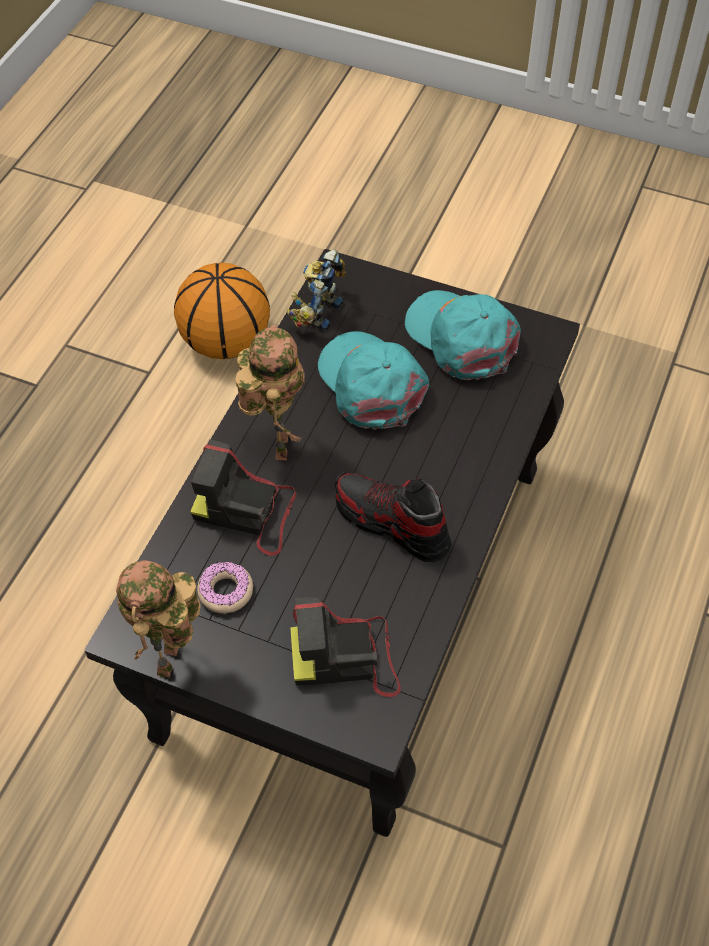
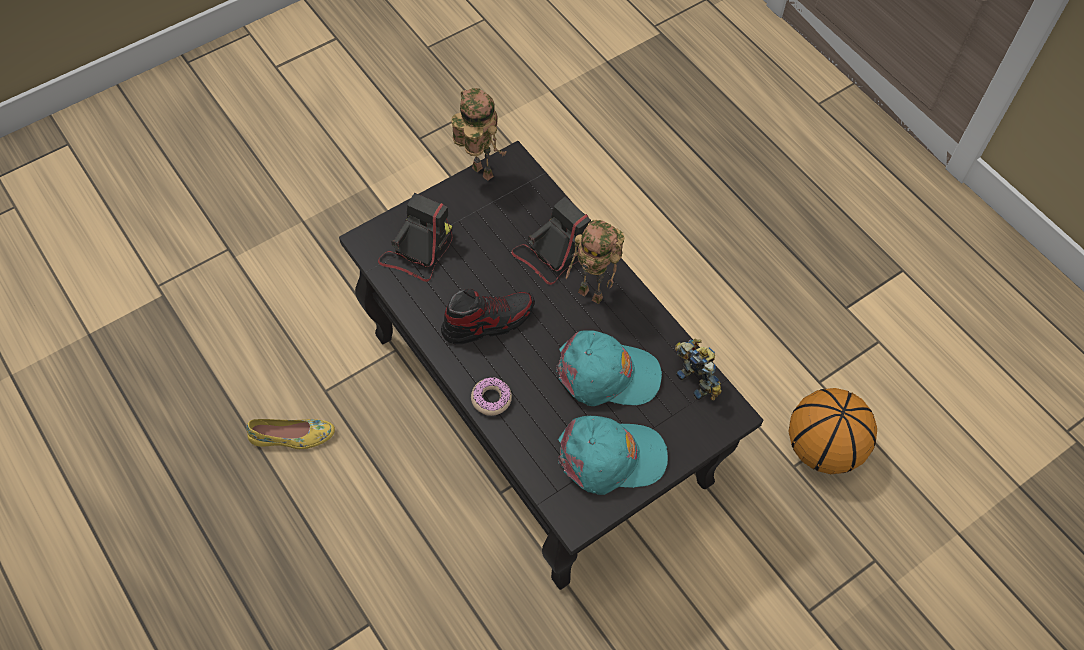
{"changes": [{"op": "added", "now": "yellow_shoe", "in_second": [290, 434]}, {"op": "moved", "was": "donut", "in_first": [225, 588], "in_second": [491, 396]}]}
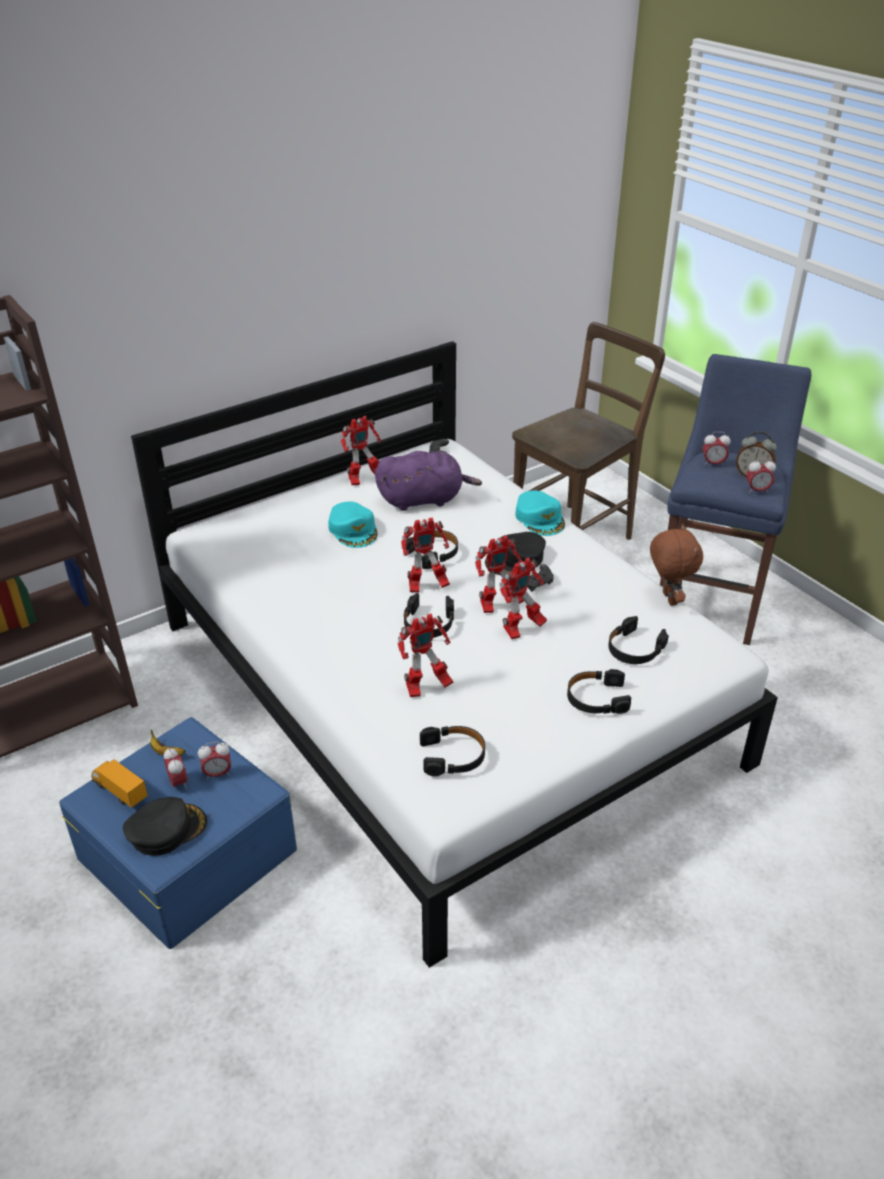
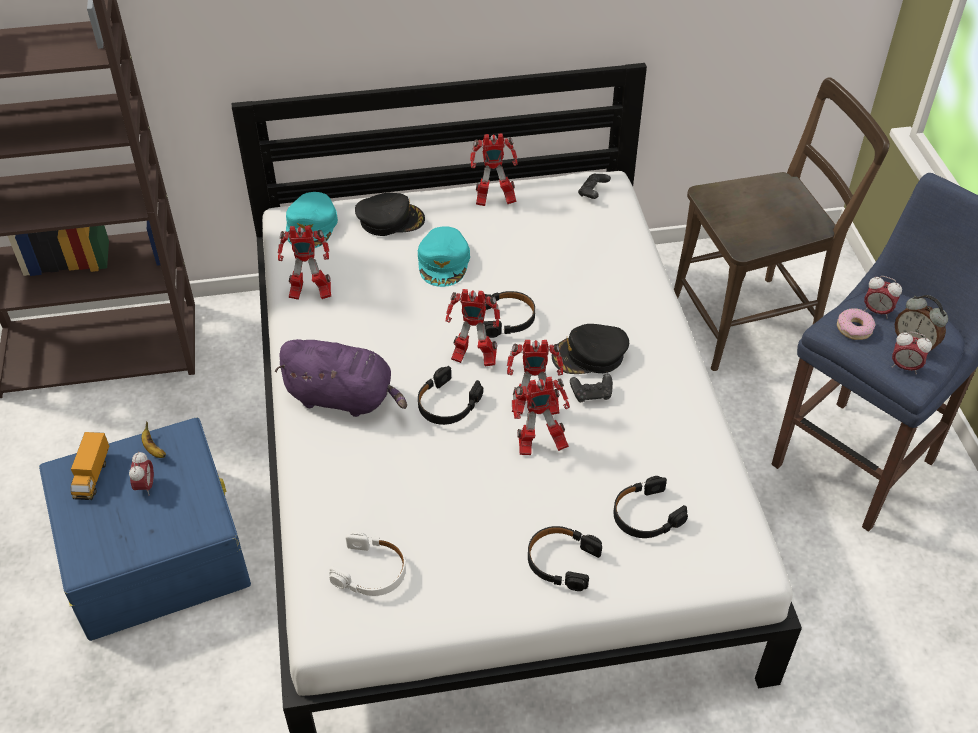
{"changes": [{"op": "turned", "was": "toy_truck", "in_first": [120, 783], "in_second": [90, 466], "clockwise": -150}, {"op": "moved", "was": "purple_plush_toy", "in_first": [428, 481], "in_second": [341, 378]}, {"op": "moved", "was": "toy_robot", "in_first": [425, 655], "in_second": [304, 263]}, {"op": "moved", "was": "turquoise_cap", "in_first": [540, 513], "in_second": [312, 220]}, {"op": "recoloured", "was": "black_headphones", "now": "white_headphones", "in_first": [452, 751], "in_second": [367, 563]}, {"op": "moved", "was": "black_cap", "in_first": [165, 826], "in_second": [390, 214]}, {"op": "added", "now": "donut", "in_second": [856, 324]}, {"op": "removed", "was": "alarm_clock", "in_first": [214, 761]}, {"op": "removed", "was": "brown_plush_toy", "in_first": [676, 565]}]}
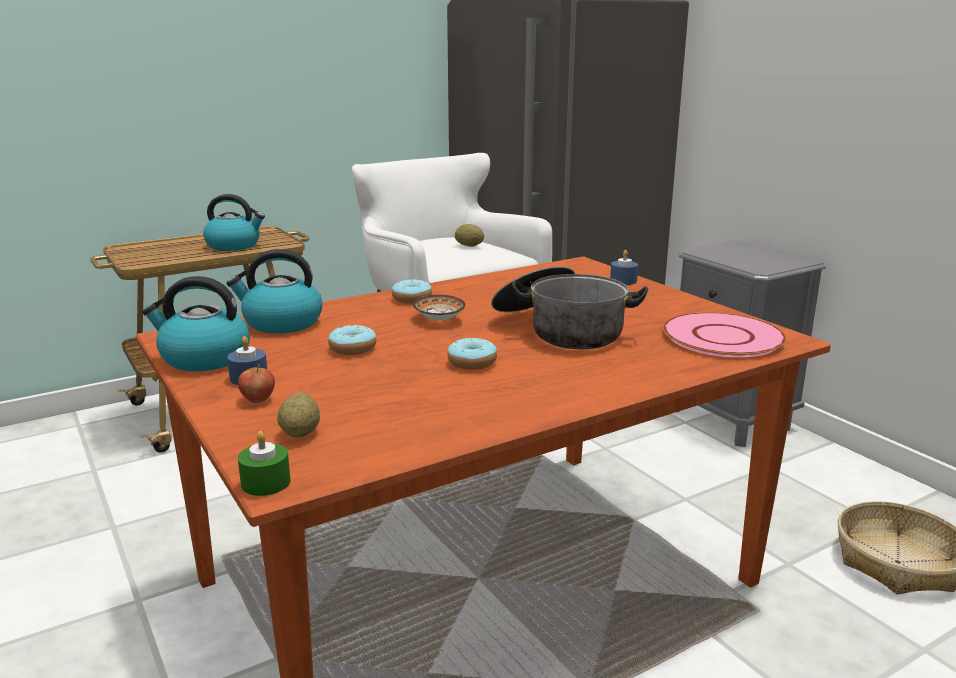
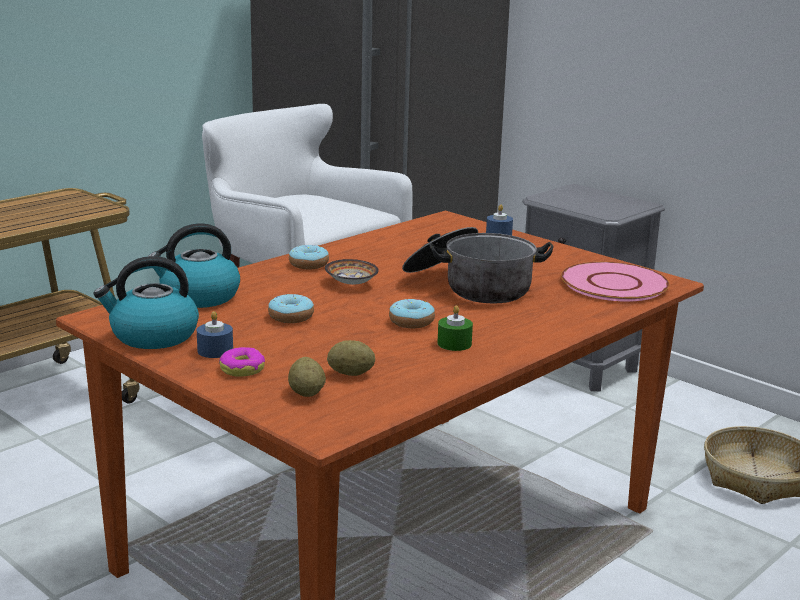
{"changes": [{"op": "replaced", "was": "apple", "now": "donut", "in_first": [256, 383], "in_second": [242, 362]}, {"op": "moved", "was": "potato", "in_first": [469, 235], "in_second": [351, 358]}, {"op": "moved", "was": "green_candle", "in_first": [264, 463], "in_second": [455, 328]}, {"op": "removed", "was": "kettle", "in_first": [234, 222]}]}
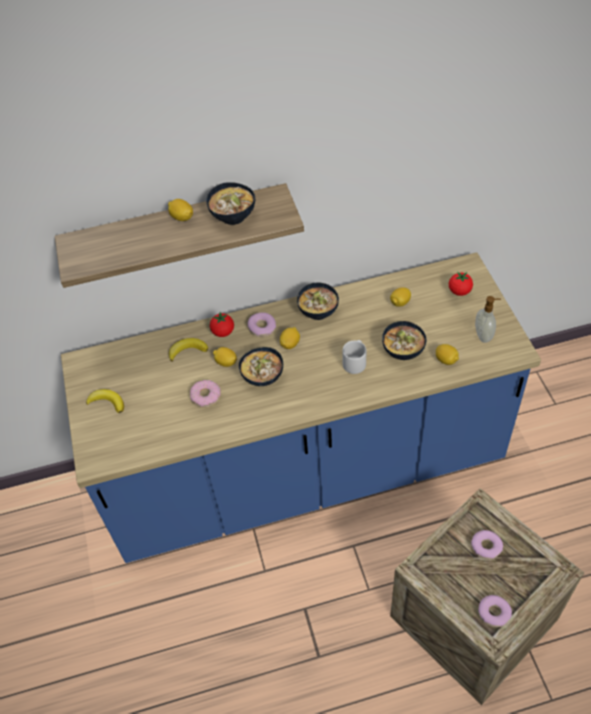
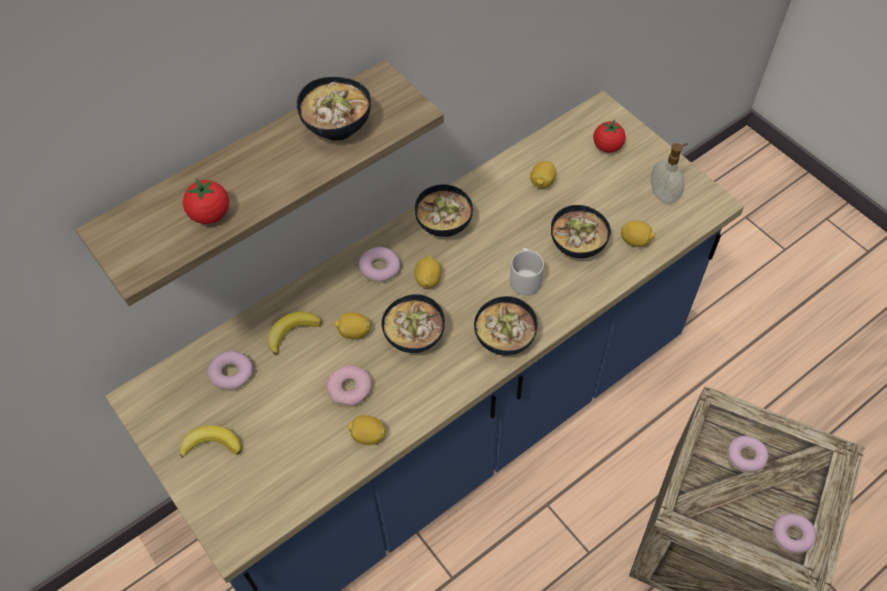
{"changes": [{"op": "moved", "was": "tomato", "in_first": [222, 324], "in_second": [206, 201]}, {"op": "added", "now": "donut", "in_second": [230, 371]}, {"op": "moved", "was": "lemon", "in_first": [180, 210], "in_second": [366, 430]}, {"op": "added", "now": "bowl", "in_second": [506, 325]}]}
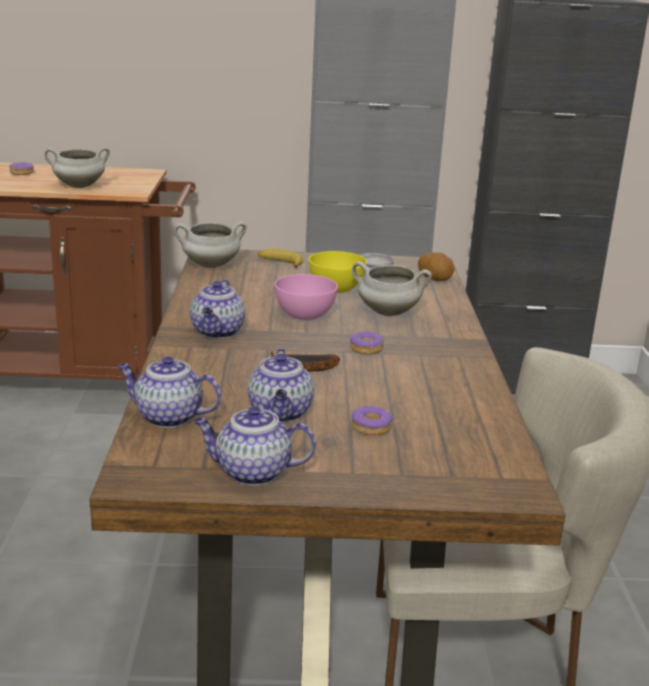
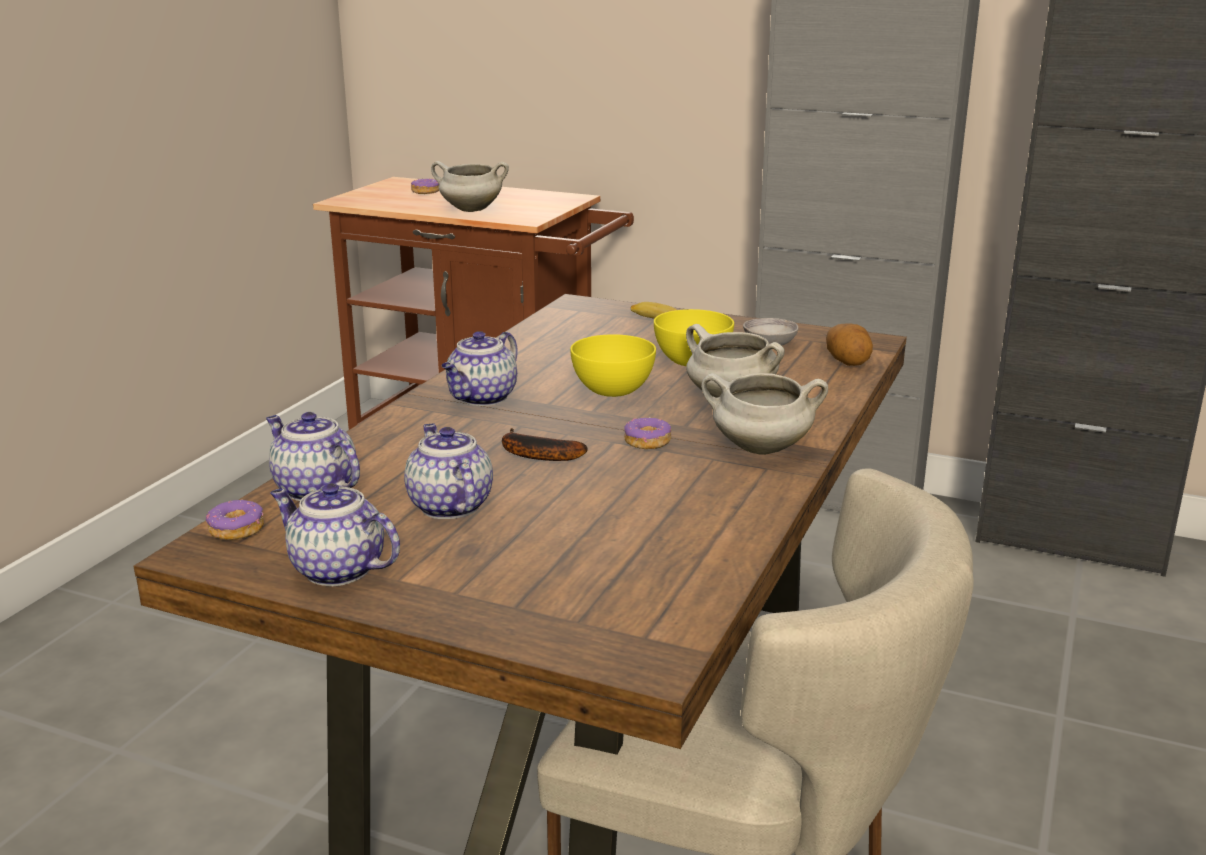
{"changes": [{"op": "moved", "was": "donut", "in_first": [372, 421], "in_second": [235, 520]}, {"op": "turned", "was": "teapot", "in_first": [281, 385], "in_second": [448, 471], "clockwise": 135}, {"op": "recoloured", "was": "pink_bowl", "now": "yellow_bowl", "in_first": [306, 297], "in_second": [613, 365]}, {"op": "moved", "was": "white_cooking_pot", "in_first": [210, 244], "in_second": [764, 414]}]}
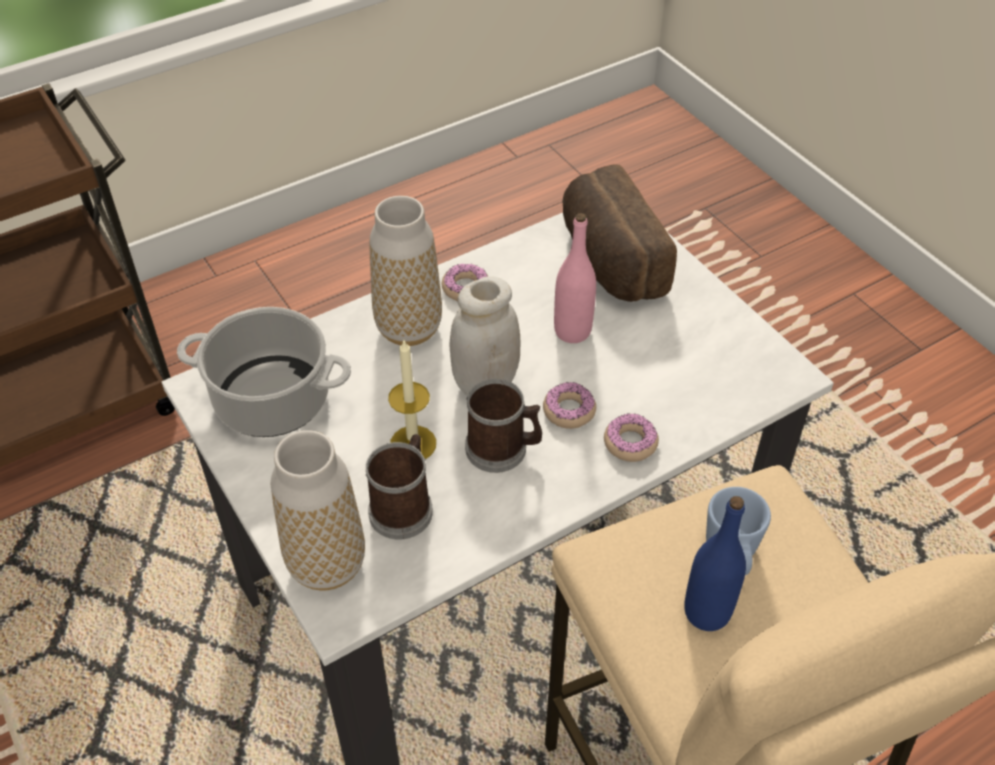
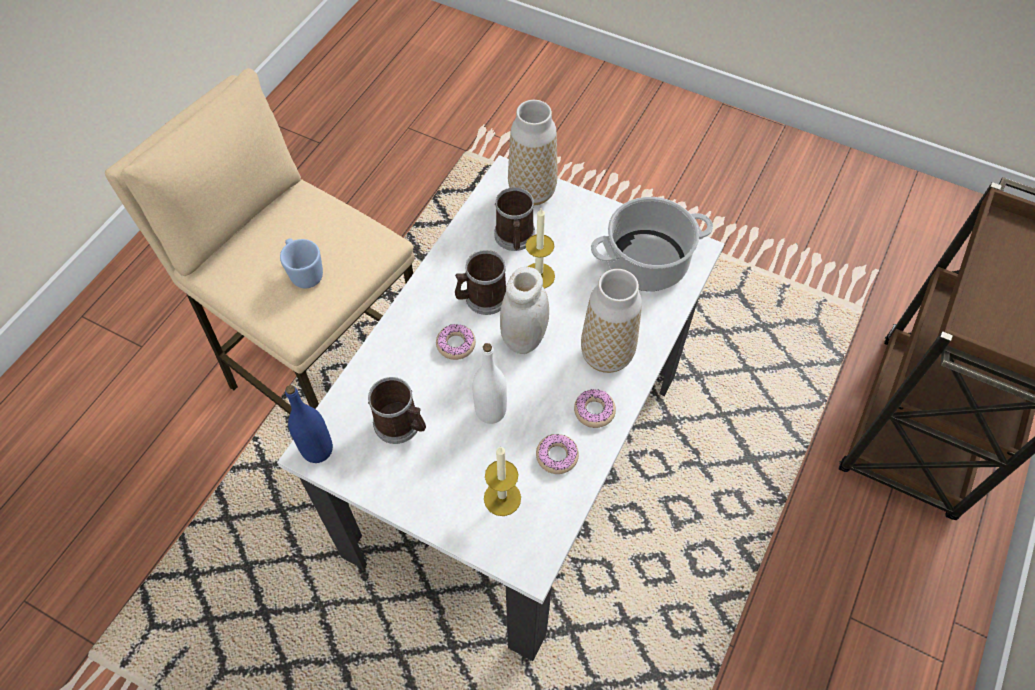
{"changes": [{"op": "moved", "was": "blue_bottle", "in_first": [715, 563], "in_second": [309, 424]}, {"op": "added", "now": "mug", "in_second": [397, 410]}, {"op": "recoloured", "was": "pink_bottle", "now": "white_bottle", "in_first": [575, 278], "in_second": [489, 383]}, {"op": "replaced", "was": "bread", "now": "candle", "in_first": [619, 233], "in_second": [502, 481]}, {"op": "moved", "was": "donut", "in_first": [631, 437], "in_second": [557, 454]}]}
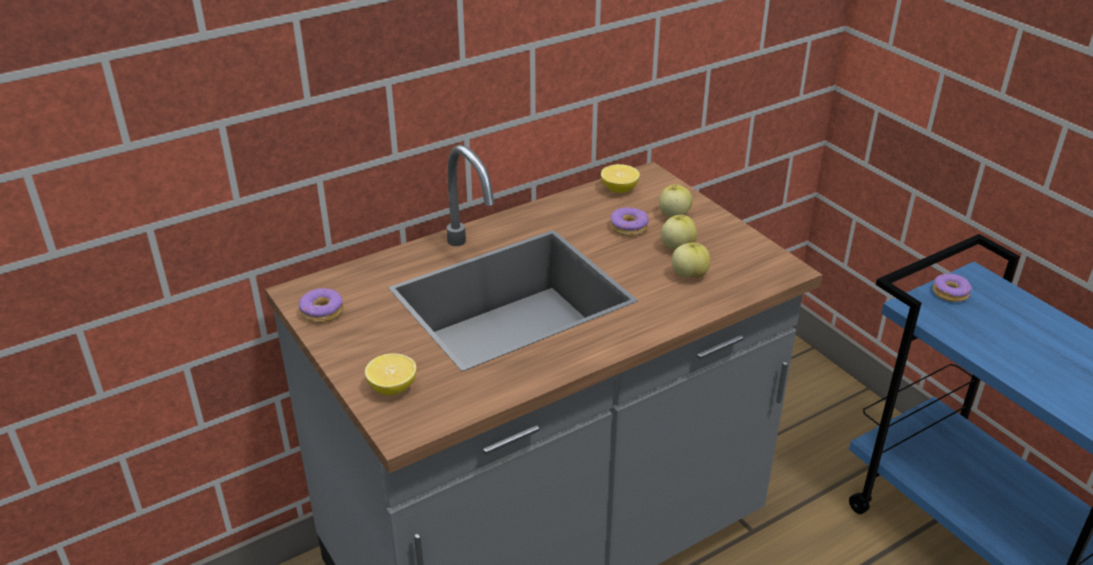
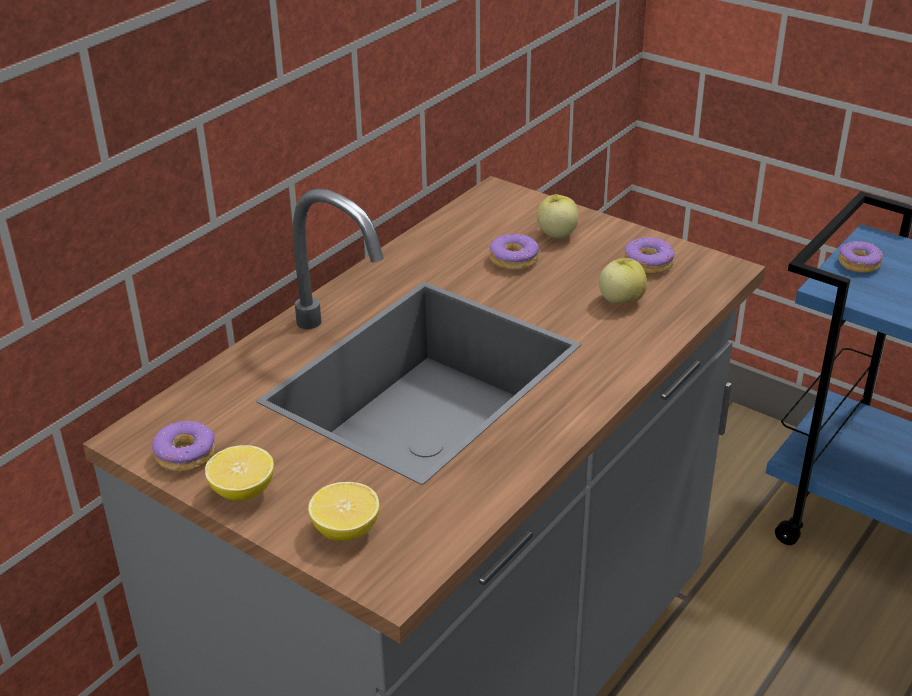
{"changes": [{"op": "moved", "was": "lemon", "in_first": [620, 178], "in_second": [239, 473]}, {"op": "added", "now": "donut", "in_second": [649, 255]}, {"op": "removed", "was": "apple", "in_first": [679, 232]}]}
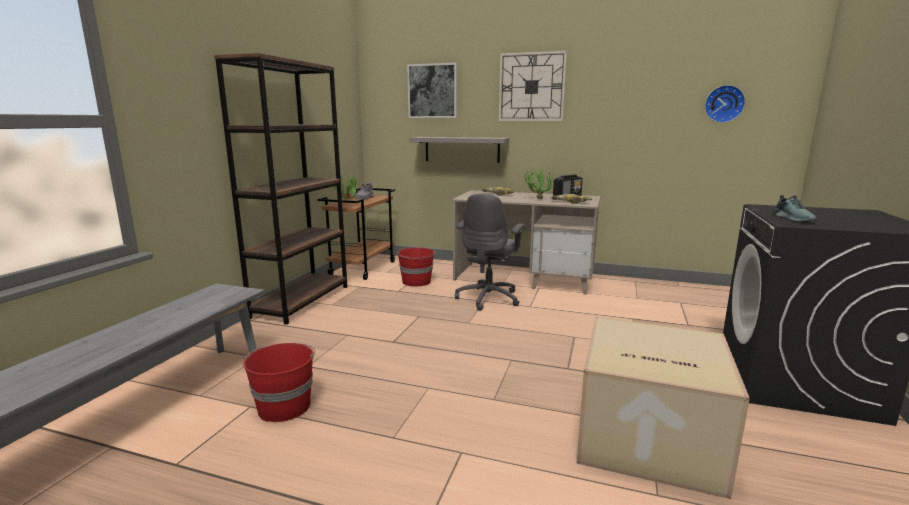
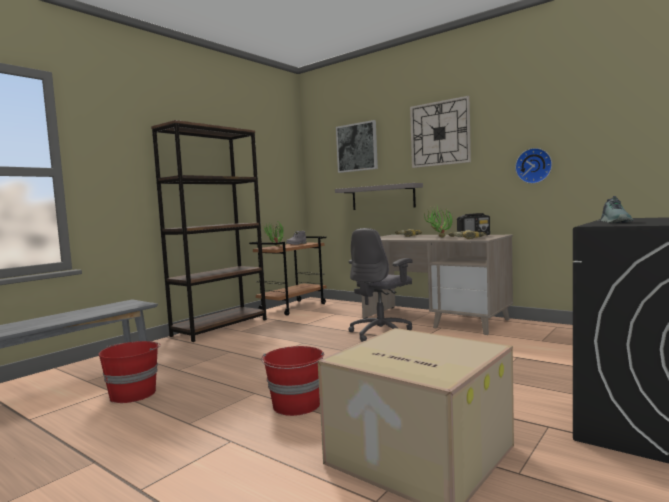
{"changes": [{"op": "moved", "was": "red_bucket", "in_first": [416, 267], "in_second": [292, 381]}, {"op": "moved", "was": "wall_clock", "in_first": [725, 104], "in_second": [533, 166]}]}
